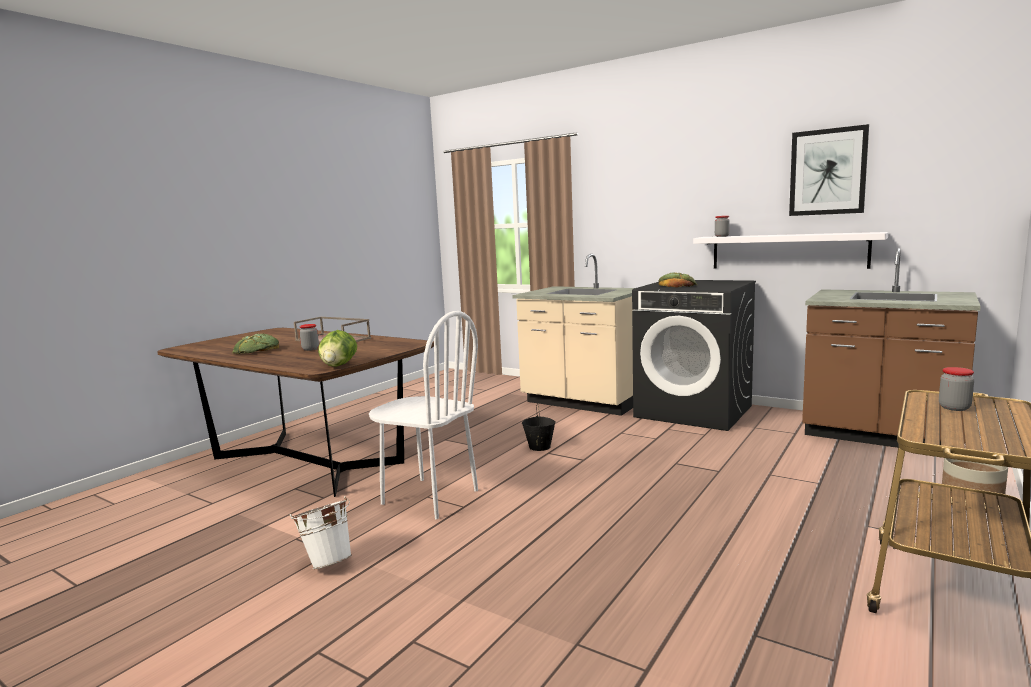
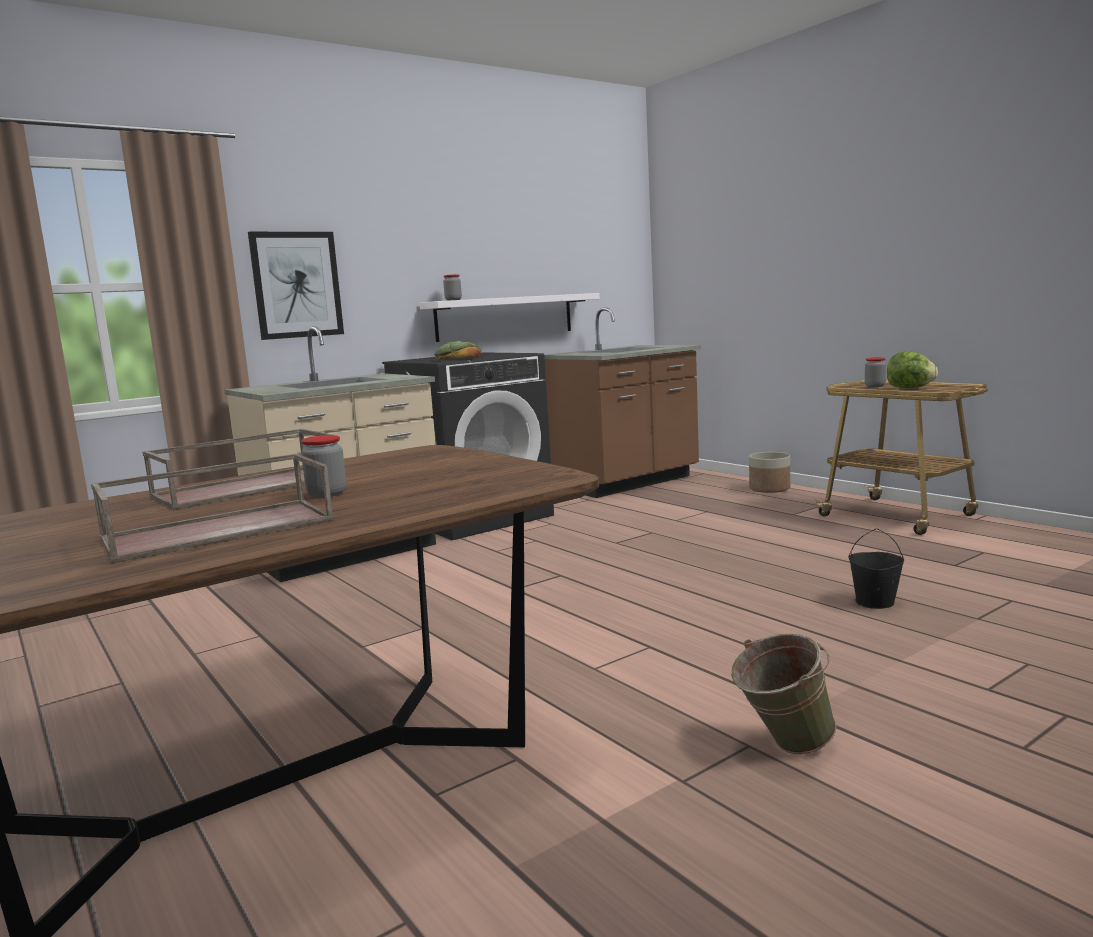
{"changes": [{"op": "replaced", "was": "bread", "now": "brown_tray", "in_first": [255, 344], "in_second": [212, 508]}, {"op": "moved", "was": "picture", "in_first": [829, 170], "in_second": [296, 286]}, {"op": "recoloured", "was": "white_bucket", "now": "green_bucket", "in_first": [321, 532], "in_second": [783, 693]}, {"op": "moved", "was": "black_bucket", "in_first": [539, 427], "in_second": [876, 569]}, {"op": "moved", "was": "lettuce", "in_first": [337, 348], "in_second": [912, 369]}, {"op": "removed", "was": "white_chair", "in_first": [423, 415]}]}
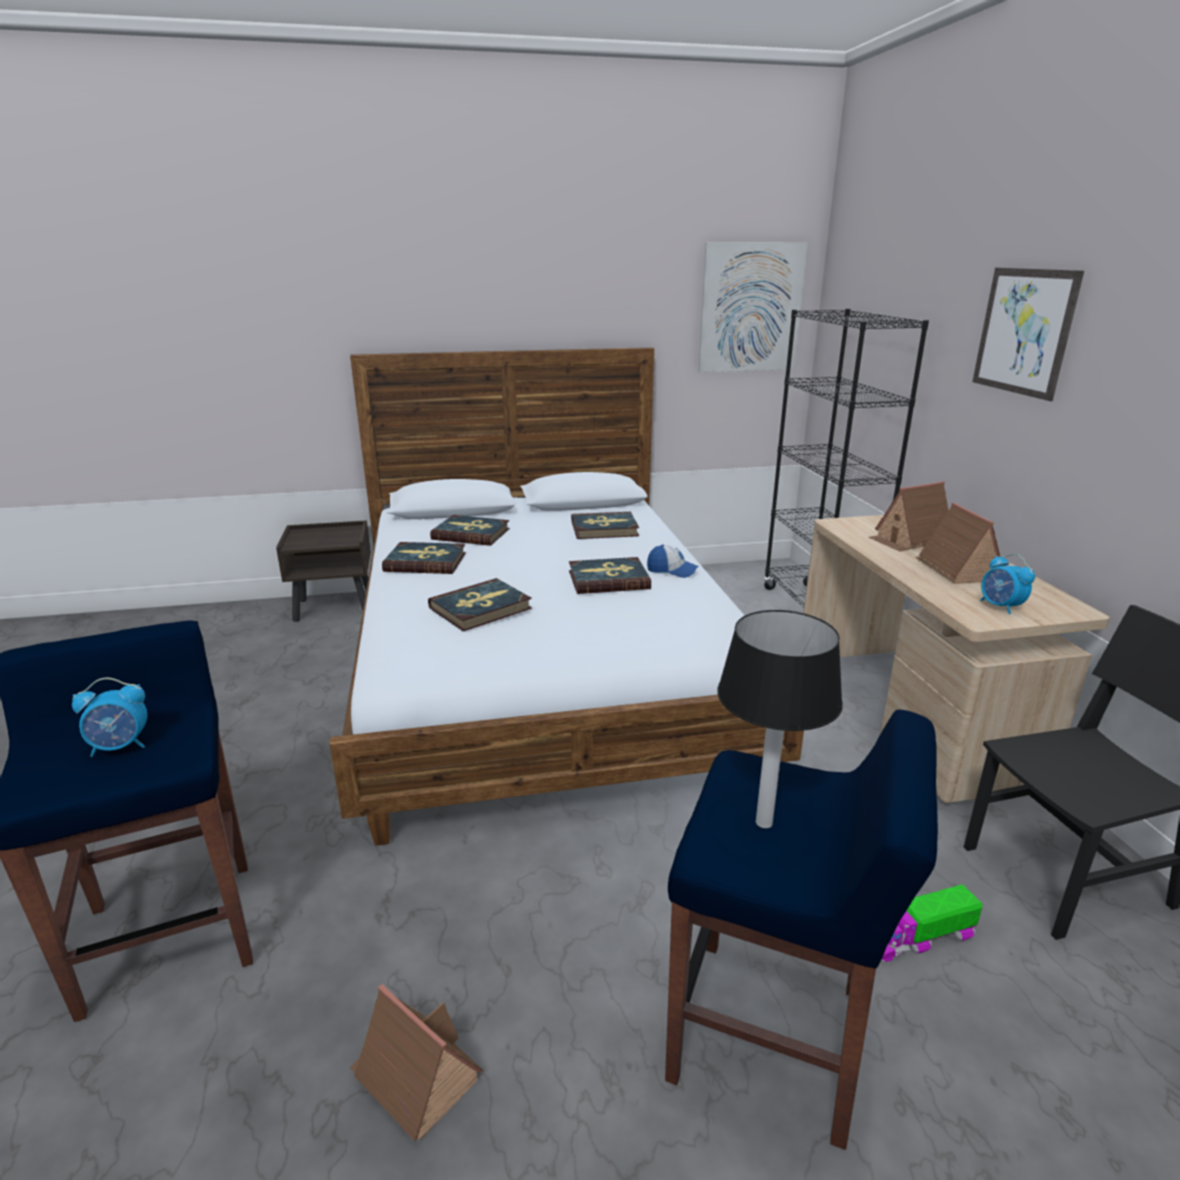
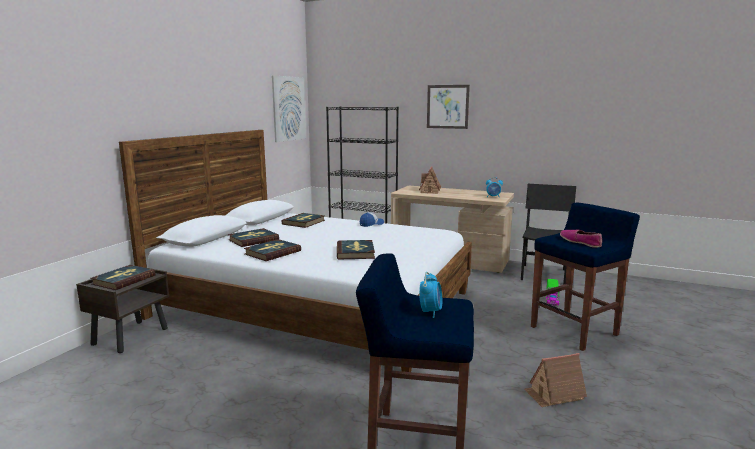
{"changes": [{"op": "moved", "was": "book", "in_first": [610, 575], "in_second": [122, 277]}, {"op": "replaced", "was": "table_lamp", "now": "shoe", "in_first": [780, 719], "in_second": [581, 239]}, {"op": "removed", "was": "toy_house", "in_first": [958, 543]}]}
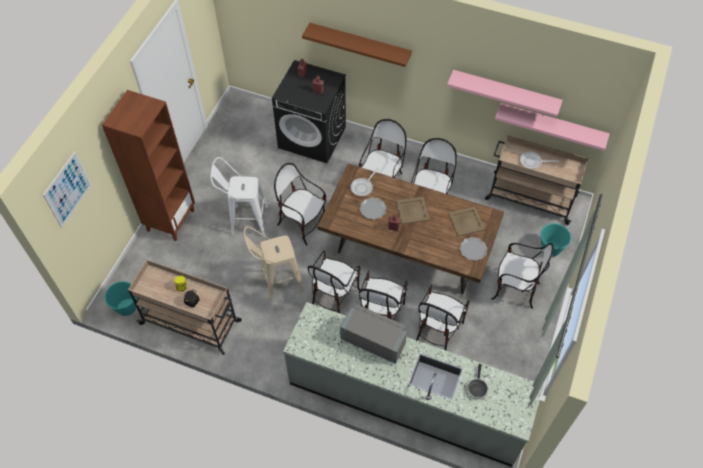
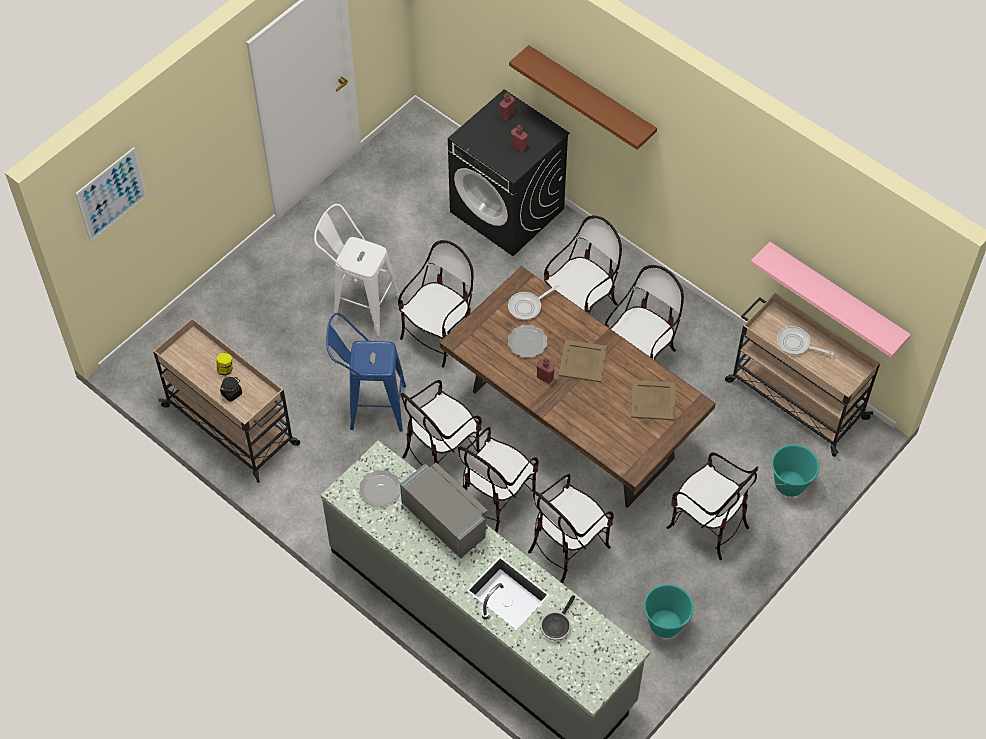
{"changes": [{"op": "recoloured", "was": "beige_stool", "now": "blue_stool", "in_first": [274, 263], "in_second": [366, 372]}, {"op": "moved", "was": "plate", "in_first": [474, 249], "in_second": [380, 488]}, {"op": "turned", "was": "chair", "in_first": [300, 204], "in_second": [435, 304], "clockwise": 75}, {"op": "moved", "was": "turquoise_bucket", "in_first": [121, 298], "in_second": [669, 611]}, {"op": "removed", "was": "brown_bookcase", "in_first": [148, 165]}, {"op": "removed", "was": "pink_shelf", "in_first": [505, 93]}]}
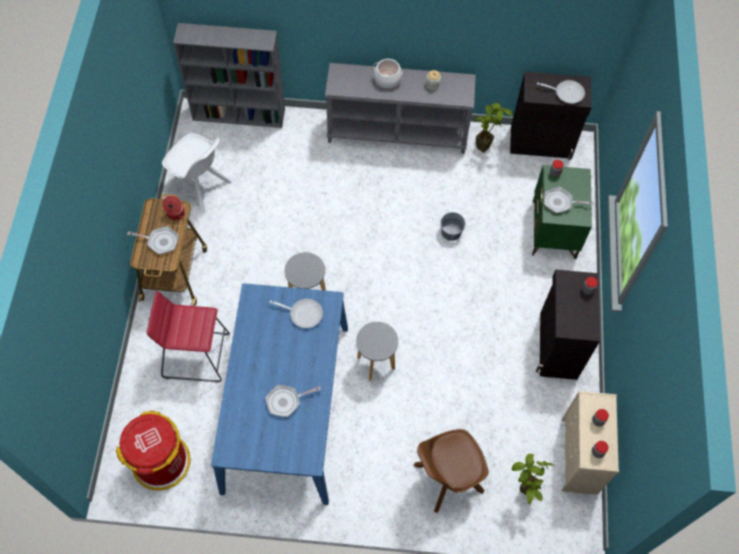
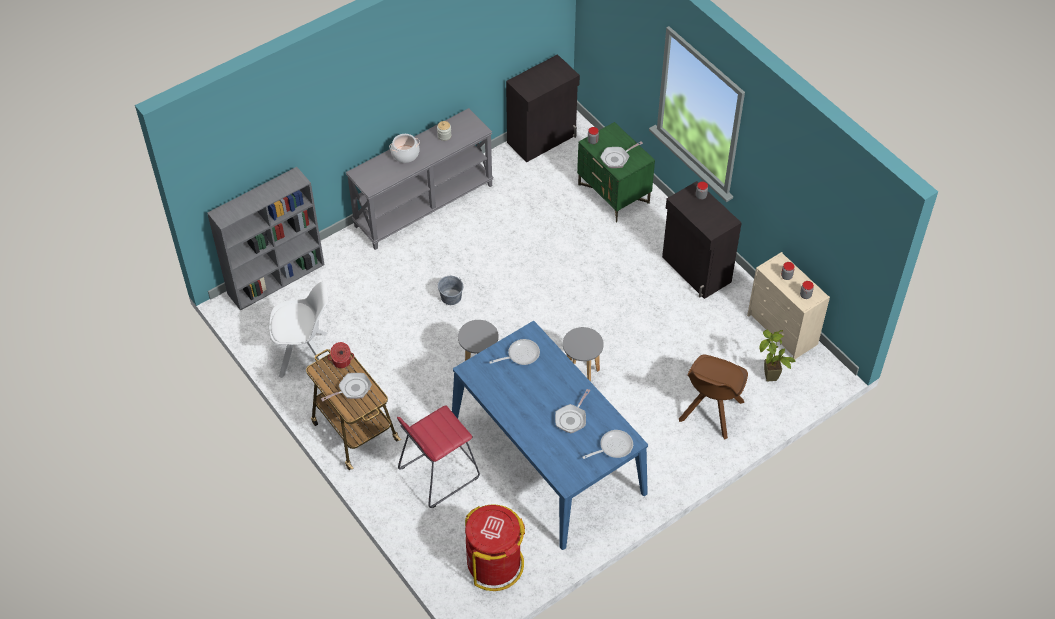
{"changes": [{"op": "moved", "was": "grey_bucket", "in_first": [452, 226], "in_second": [450, 290]}, {"op": "moved", "was": "frying_pan", "in_first": [561, 92], "in_second": [607, 444]}, {"op": "removed", "was": "potted_plant", "in_first": [494, 128]}]}
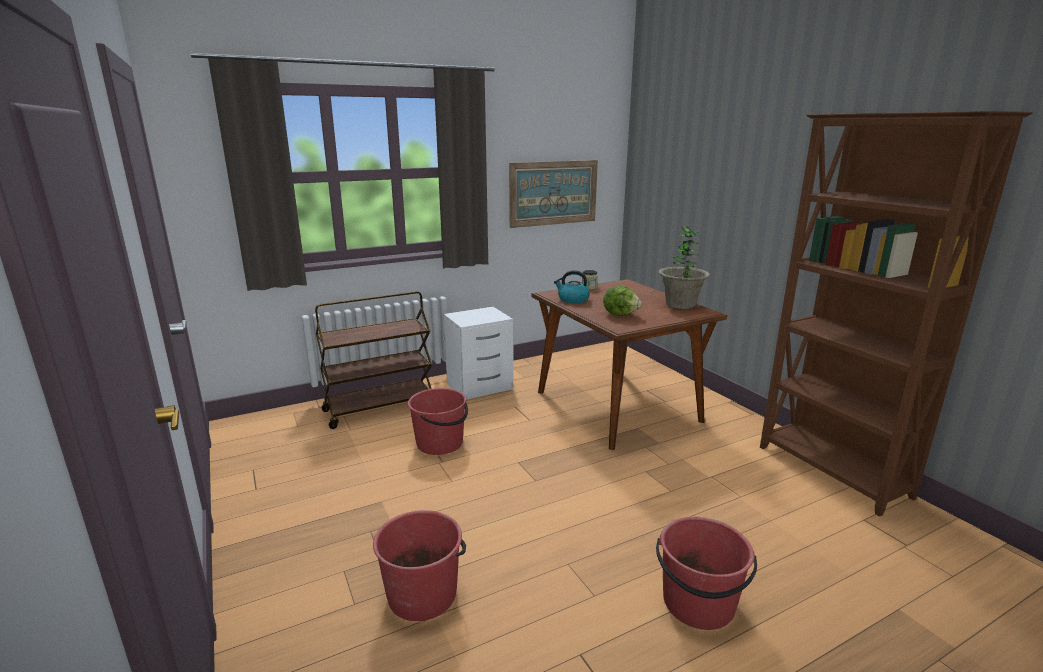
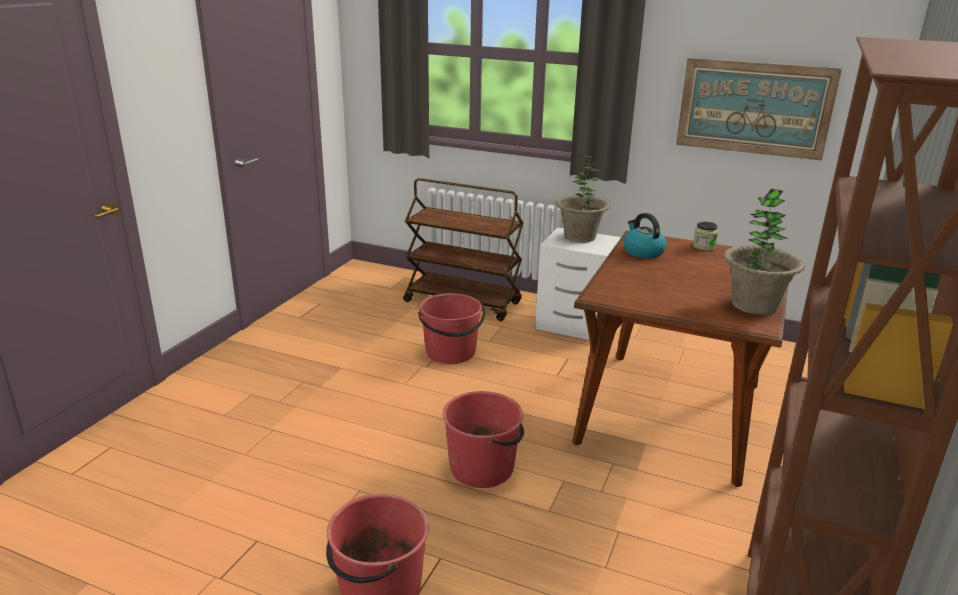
{"changes": [{"op": "moved", "was": "red_bucket", "in_first": [419, 565], "in_second": [483, 439]}, {"op": "added", "now": "potted_plant", "in_second": [582, 199]}, {"op": "removed", "was": "lettuce", "in_first": [622, 301]}]}
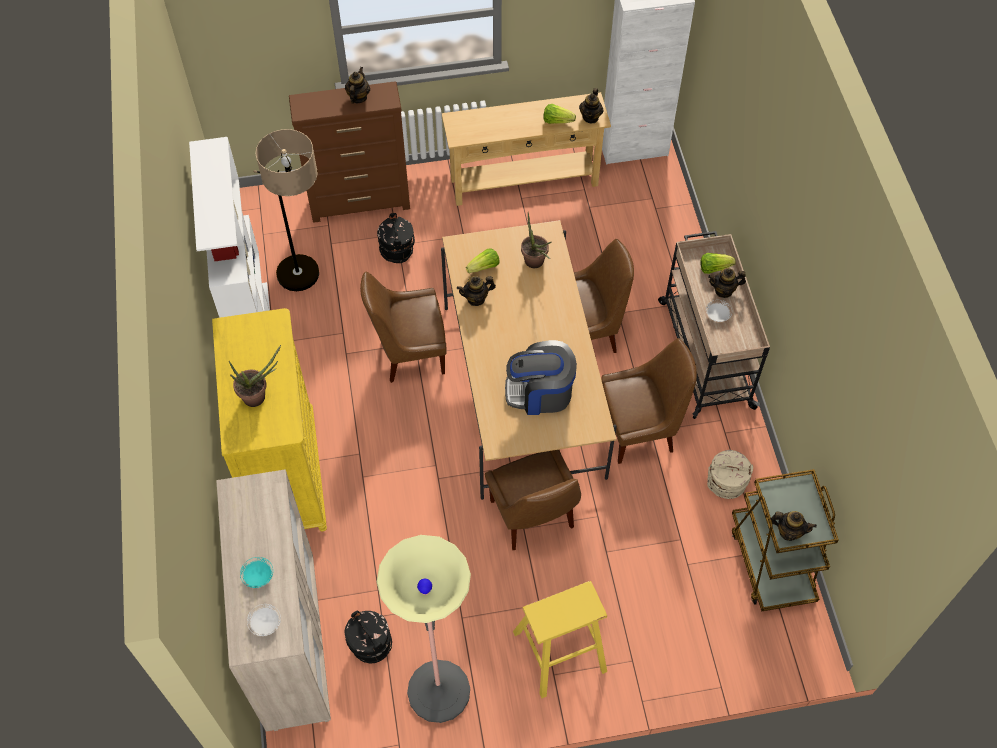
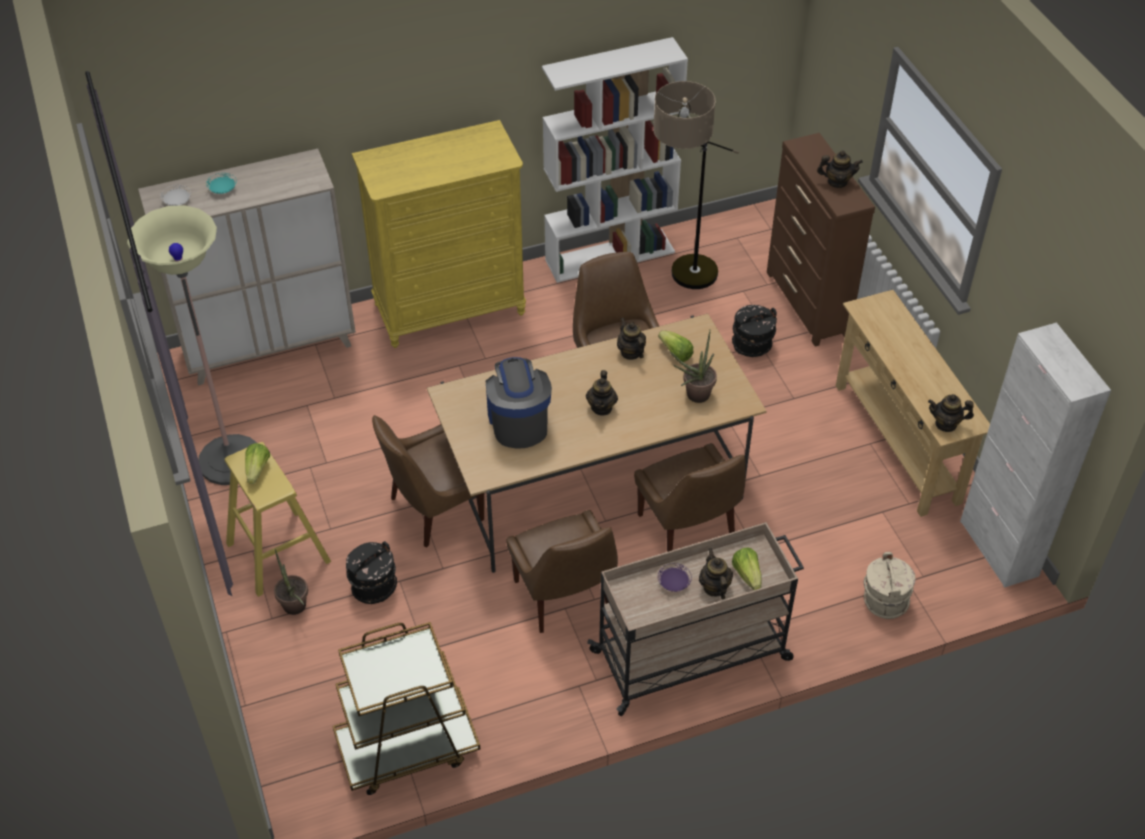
{"changes": [{"op": "moved", "was": "lettuce", "in_first": [560, 114], "in_second": [257, 463]}, {"op": "moved", "was": "potted_plant", "in_first": [255, 376], "in_second": [291, 582]}, {"op": "moved", "was": "black_bucket", "in_first": [368, 637], "in_second": [371, 572]}, {"op": "moved", "was": "teapot", "in_first": [793, 526], "in_second": [602, 393]}, {"op": "recoloured", "was": "white_plate", "now": "purple_plate", "in_first": [719, 311], "in_second": [675, 577]}, {"op": "moved", "was": "beige_bucket", "in_first": [730, 474], "in_second": [890, 585]}]}
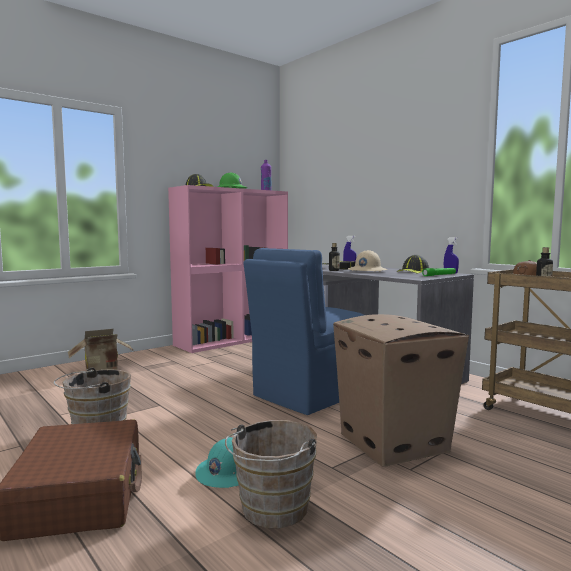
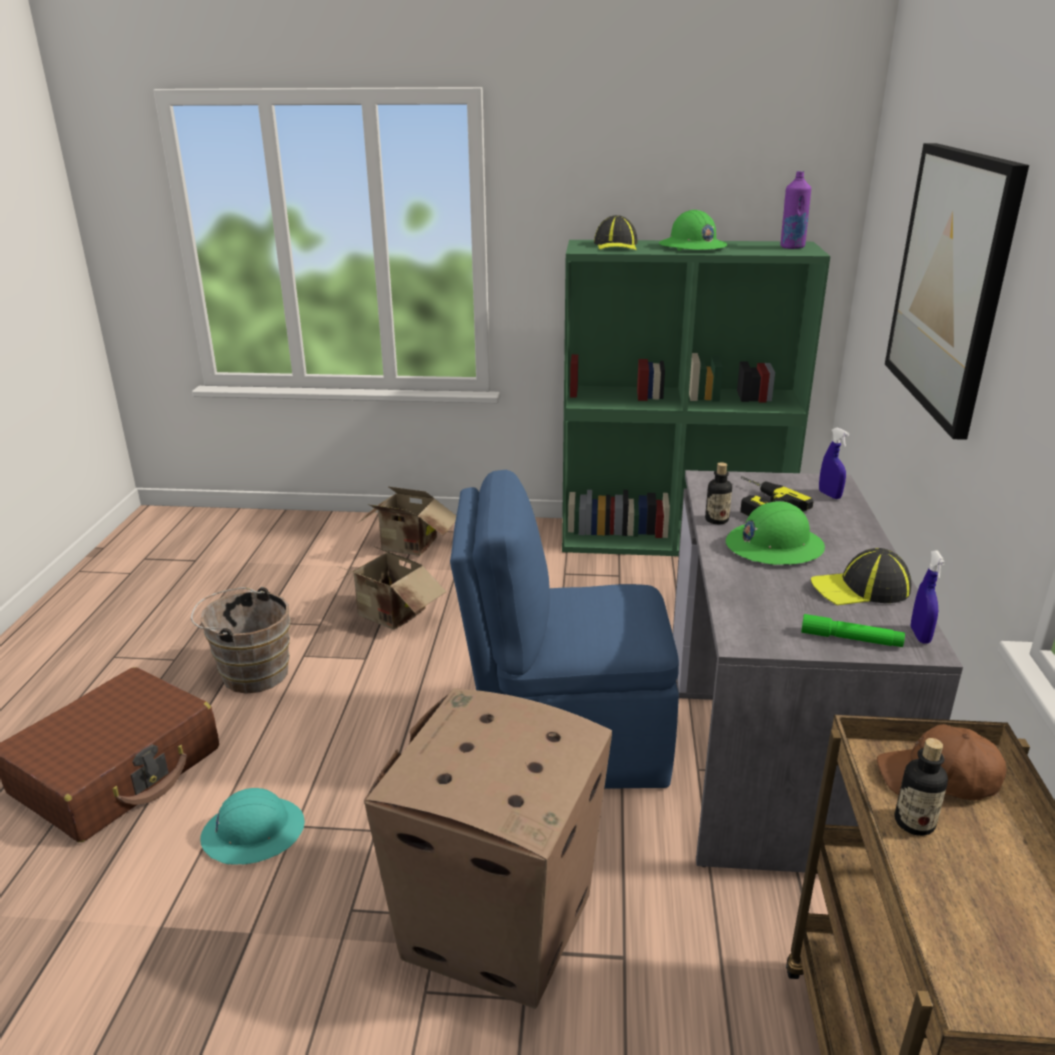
{"changes": [{"op": "added", "now": "cardboard_box", "in_second": [390, 587]}, {"op": "recoloured", "was": "pink_bookcase", "now": "green_bookcase", "in_first": [228, 269], "in_second": [696, 398]}, {"op": "recoloured", "was": "beige_hard_hat", "now": "green_hard_hat", "in_first": [368, 261], "in_second": [775, 533]}, {"op": "added", "now": "picture", "in_second": [957, 291]}, {"op": "removed", "was": "brown_bucket", "in_first": [271, 474]}]}
